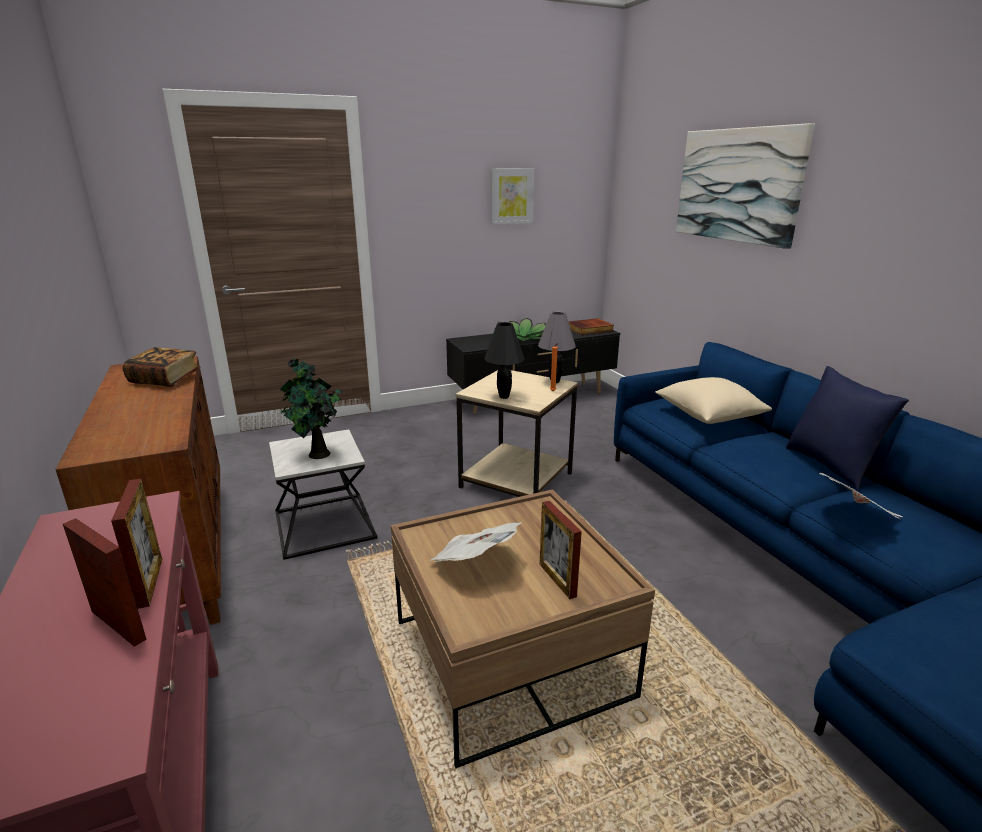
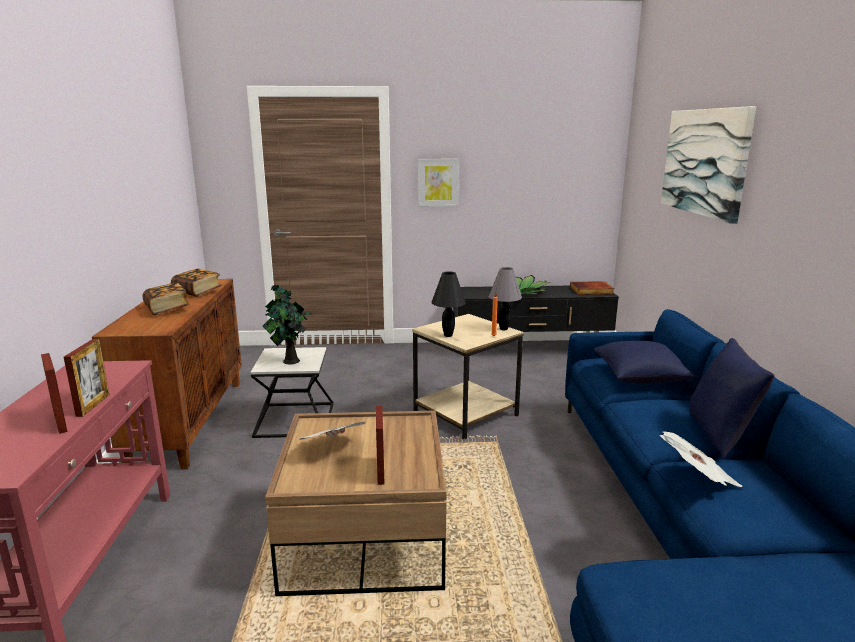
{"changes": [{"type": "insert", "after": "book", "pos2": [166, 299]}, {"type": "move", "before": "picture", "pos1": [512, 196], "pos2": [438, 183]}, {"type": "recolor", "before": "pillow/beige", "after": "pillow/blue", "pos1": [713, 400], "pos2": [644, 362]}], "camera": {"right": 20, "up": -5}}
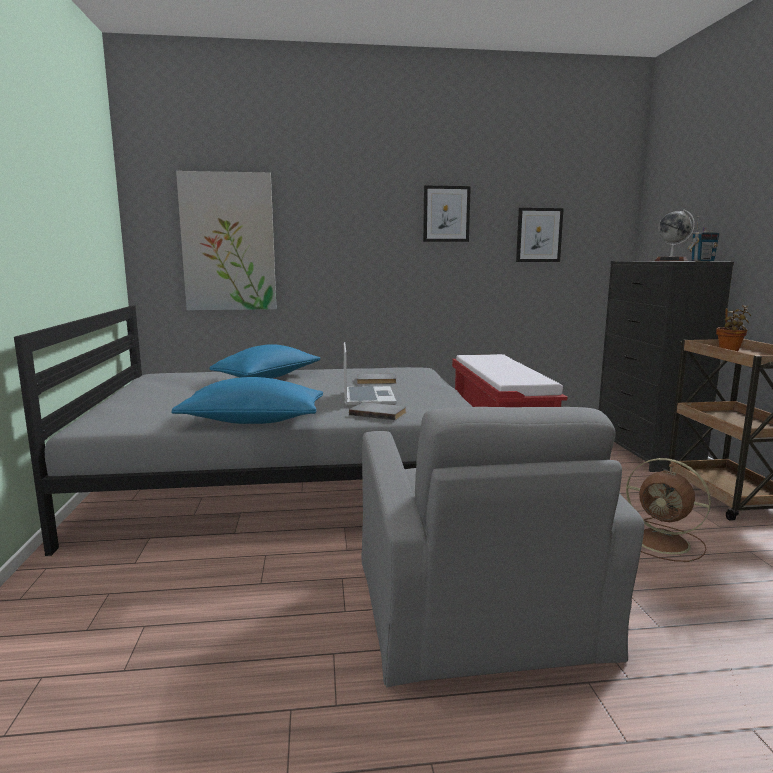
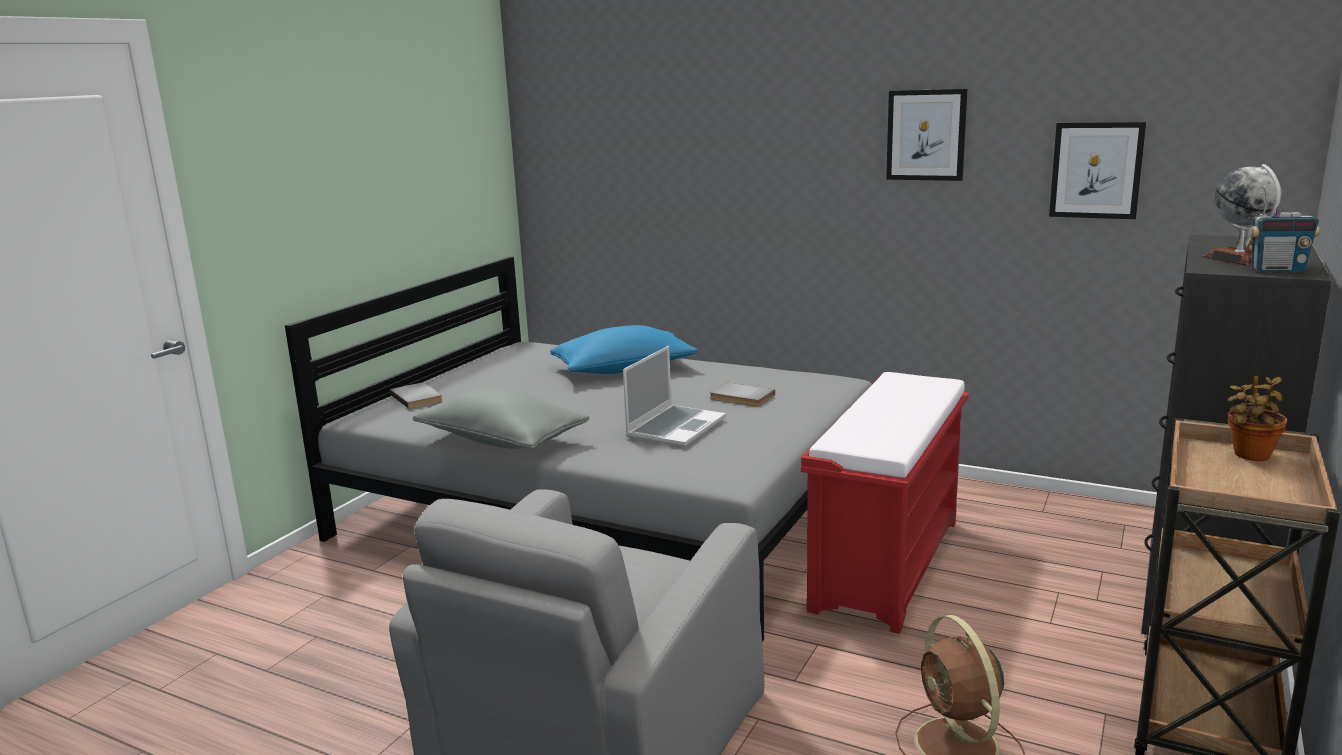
{"changes": [{"type": "move", "before": "book/grey", "pos1": [377, 411], "pos2": [416, 395]}, {"type": "recolor", "before": "pillow/blue", "after": "pillow/grey", "pos1": [247, 400], "pos2": [501, 418]}, {"type": "delete", "before": "picture", "pos1": [226, 240]}], "camera": {"right": 35, "up": 5}}
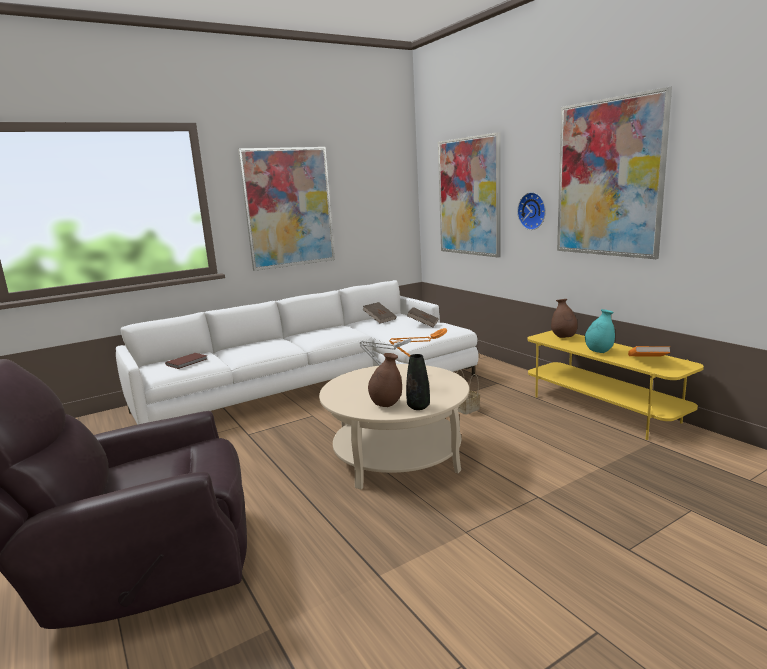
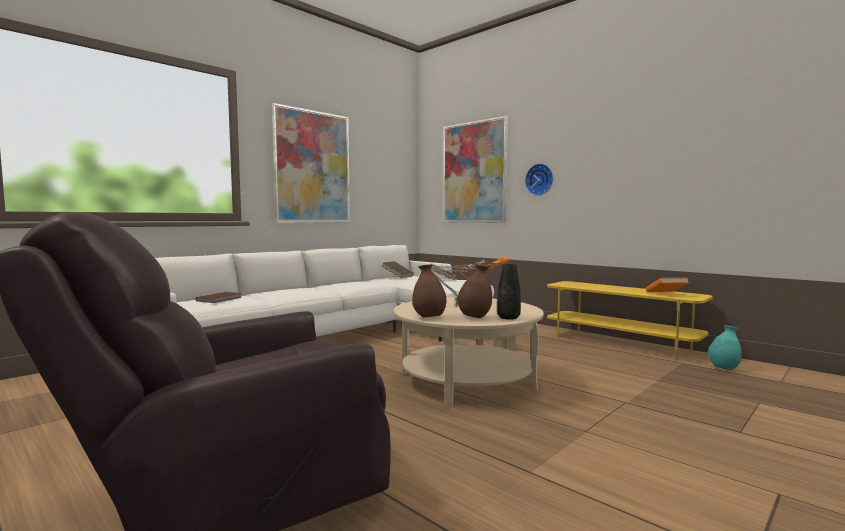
{"changes": [{"type": "move", "before": "vase/brown", "pos1": [564, 318], "pos2": [429, 291]}, {"type": "move", "before": "vase/turquoise", "pos1": [600, 331], "pos2": [725, 347]}, {"type": "delete", "before": "picture", "pos1": [614, 173]}], "camera": {"right": -15, "up": -10}}
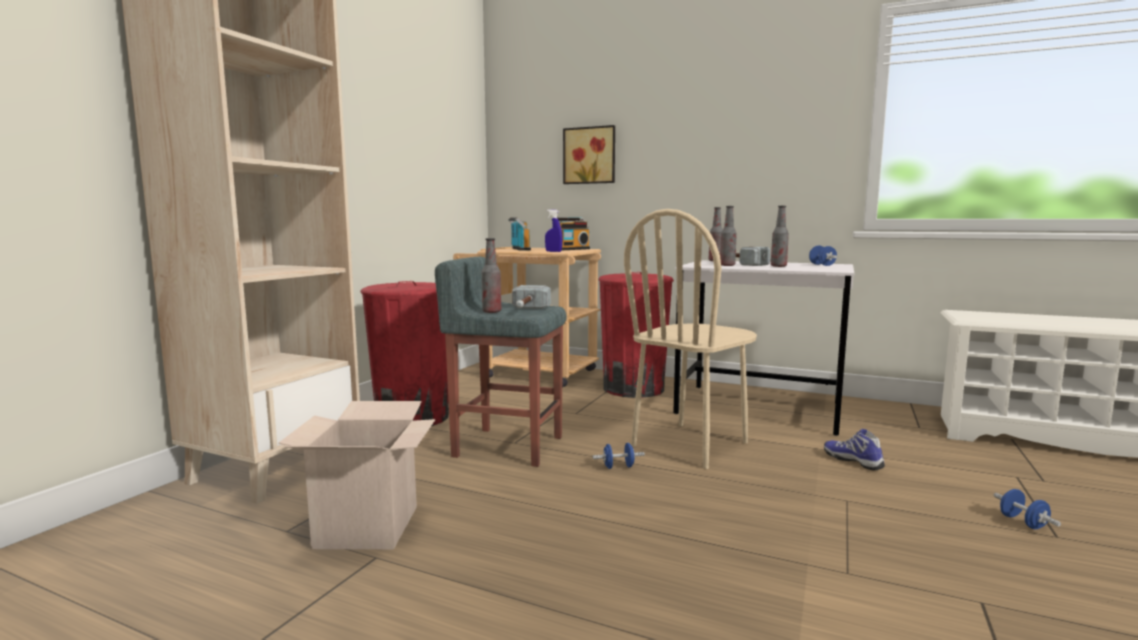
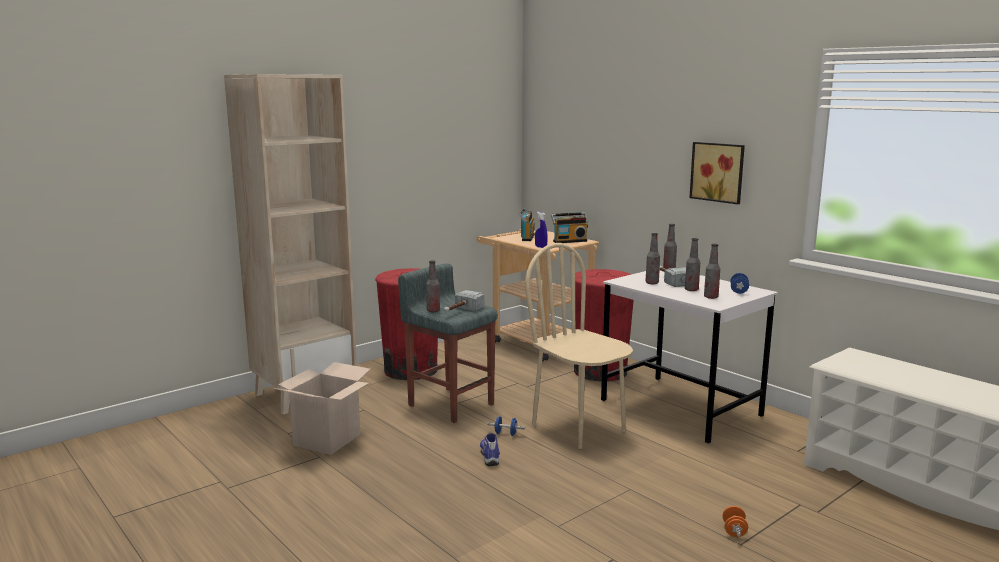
{"changes": [{"type": "move", "before": "shoe", "pos1": [854, 449], "pos2": [490, 449]}, {"type": "rotate", "before": "chair/beige", "pos1": [690, 339], "pos2": [579, 346], "turn": 75}, {"type": "move", "before": "picture", "pos1": [589, 154], "pos2": [717, 173]}, {"type": "insert", "after": "bottle", "pos2": [712, 271]}, {"type": "recolor", "before": "dumbbell/blue", "after": "dumbbell/orange", "pos1": [1027, 509], "pos2": [735, 521]}], "camera": {"right": 25, "up": 5}}
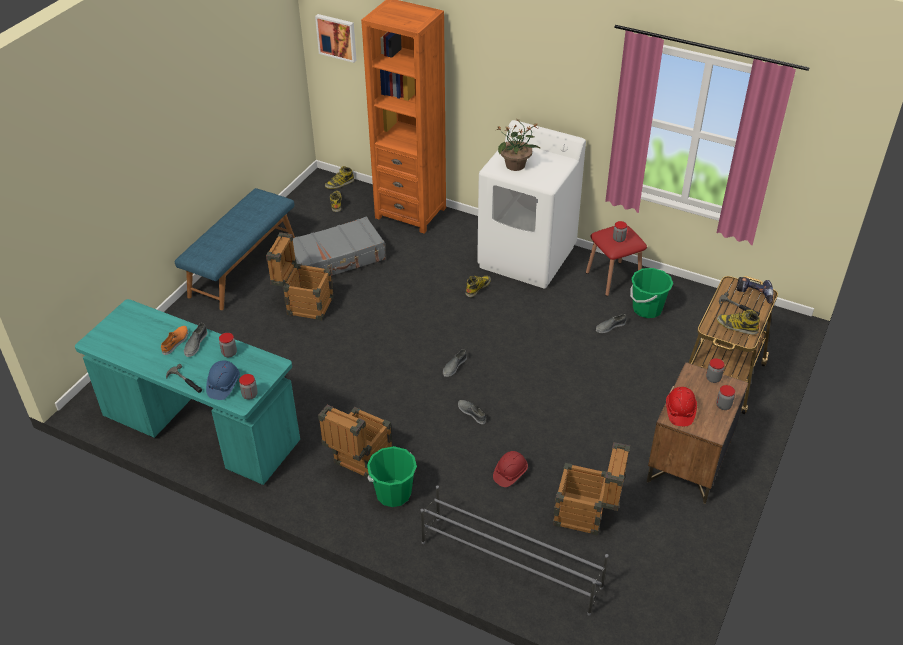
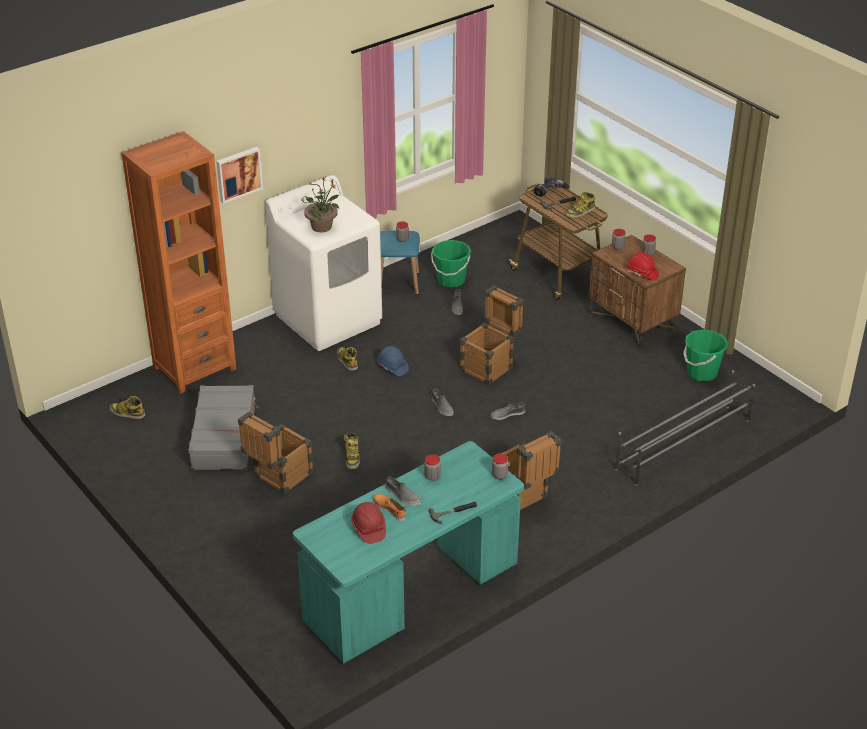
{"changes": [{"type": "move", "before": "picture", "pos1": [336, 38], "pos2": [239, 175]}, {"type": "move", "before": "boot", "pos1": [339, 177], "pos2": [352, 451]}, {"type": "move", "before": "hard hat/red", "pos1": [510, 469], "pos2": [368, 523]}, {"type": "move", "before": "hard hat/blue", "pos1": [223, 380], "pos2": [393, 361]}, {"type": "recolor", "before": "stool/red", "after": "stool/blue", "pos1": [616, 260], "pos2": [400, 262]}, {"type": "move", "before": "crate", "pos1": [591, 489], "pos2": [492, 335]}, {"type": "move", "before": "bucket/green", "pos1": [392, 476], "pos2": [705, 355]}, {"type": "delete", "before": "bench/blue", "pos1": [235, 249]}], "camera": {"right": -65, "up": -5}}
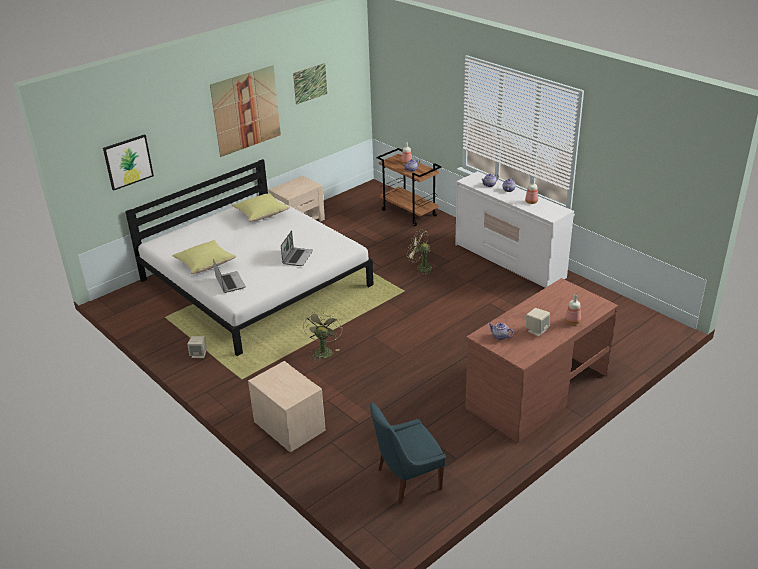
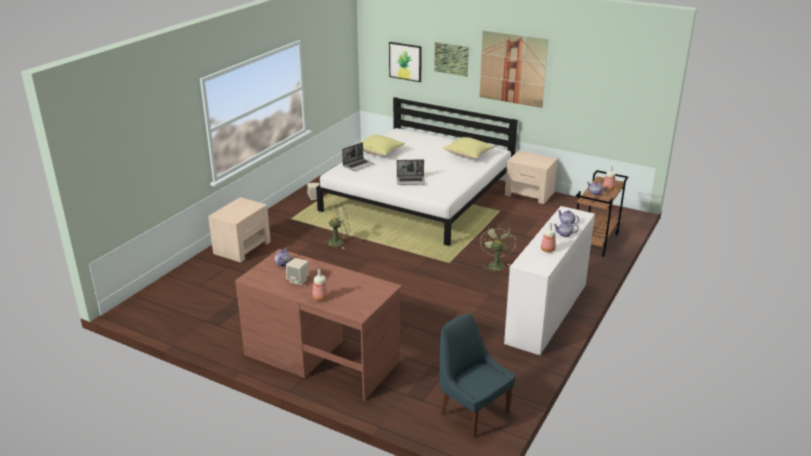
{"changes": [{"type": "move", "before": "picture", "pos1": [310, 83], "pos2": [451, 59]}, {"type": "move", "before": "chair/blue", "pos1": [408, 453], "pos2": [478, 375]}], "camera": {"right": 70, "up": -5}}
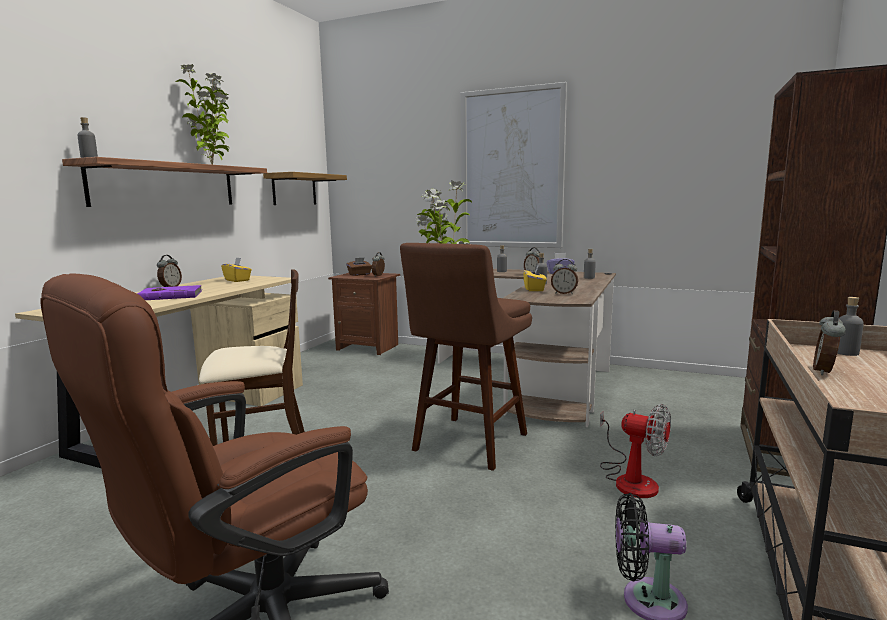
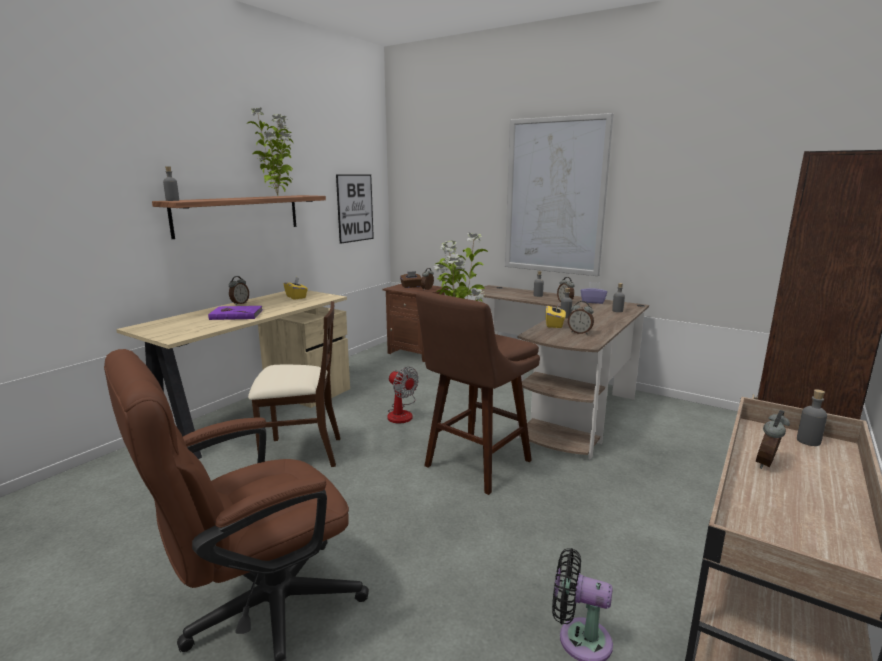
{"changes": [{"type": "replace", "before": "shelf", "after": "picture", "pos1": [305, 188], "pos2": [355, 209]}, {"type": "move", "before": "fan", "pos1": [635, 451], "pos2": [403, 395]}], "camera": {"right": 10, "up": 5}}
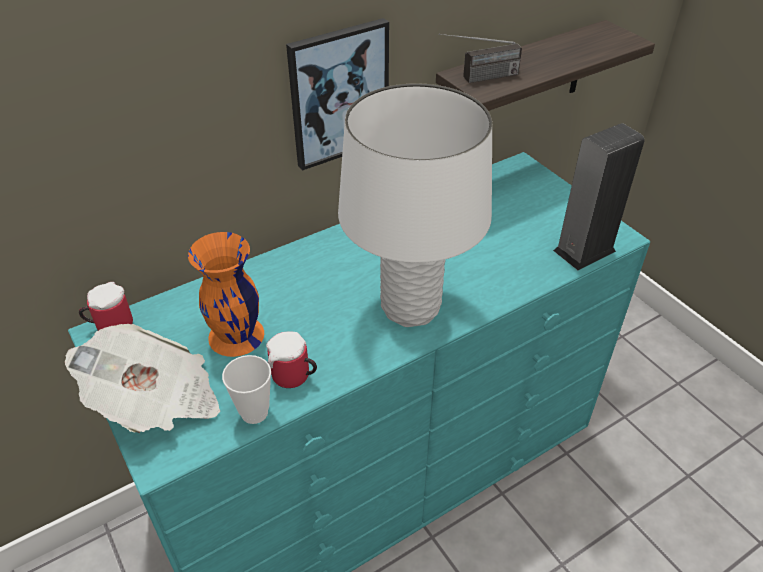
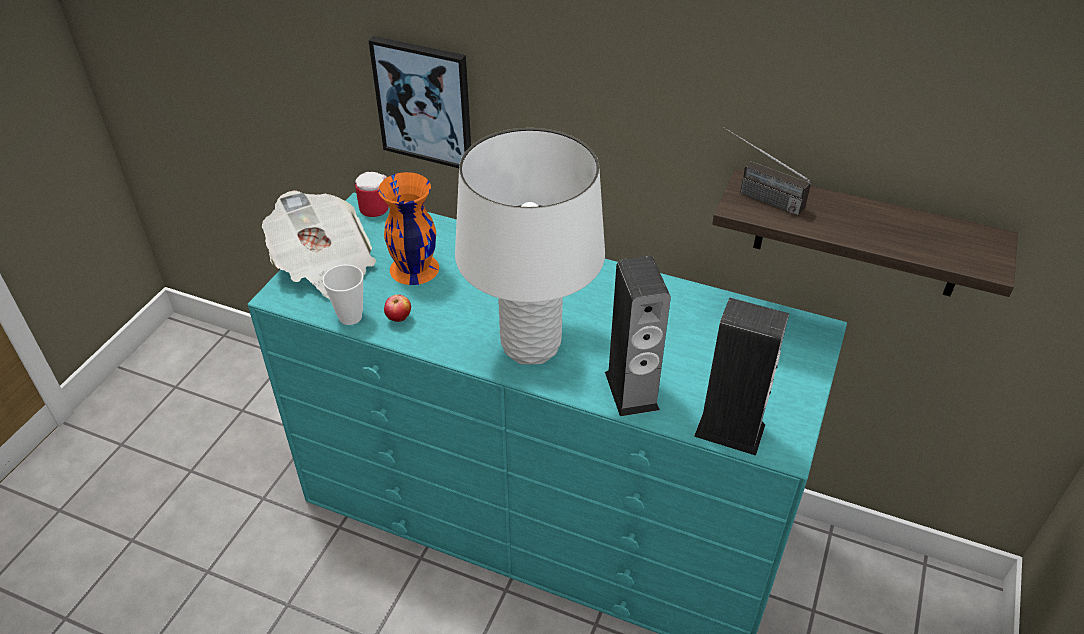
{"changes": [{"type": "move", "before": "picture", "pos1": [337, 94], "pos2": [419, 102]}, {"type": "replace", "before": "mug", "after": "apple", "pos1": [291, 360], "pos2": [397, 308]}, {"type": "insert", "after": "speaker", "pos2": [638, 336]}], "camera": {"right": 55, "up": 0}}
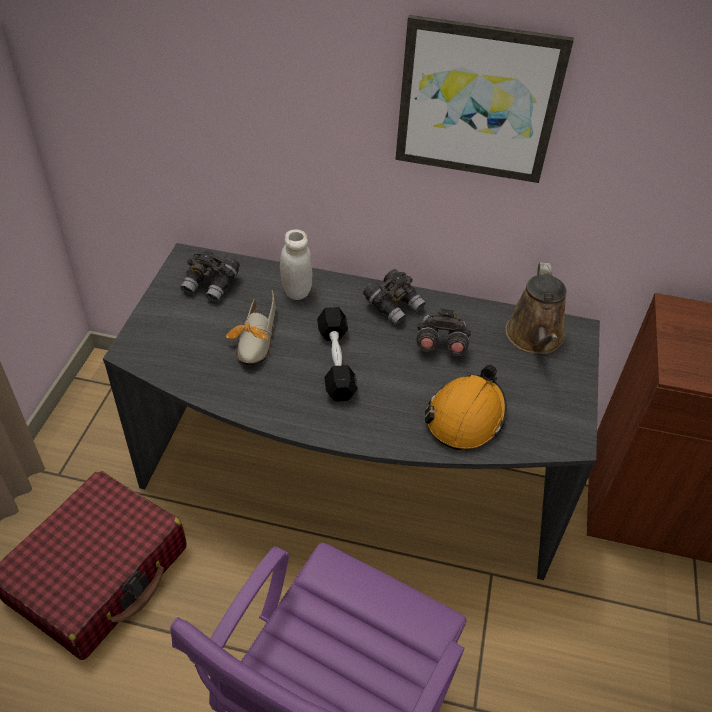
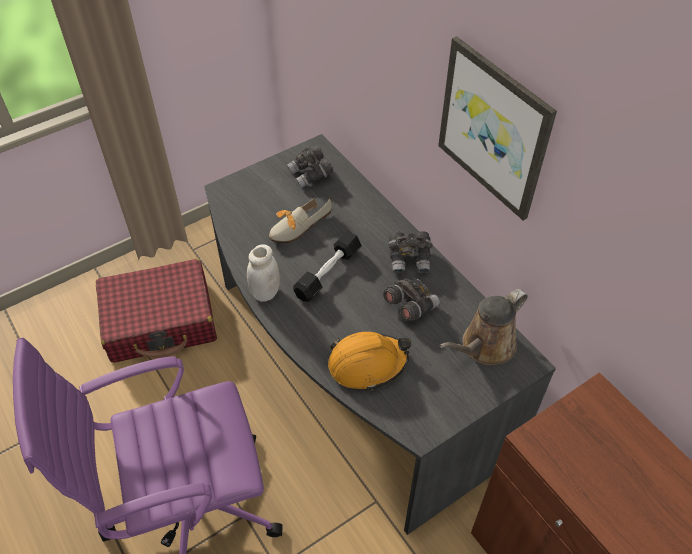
{"changes": [{"type": "move", "before": "jar/white", "pos1": [296, 264], "pos2": [263, 273]}], "camera": {"right": 45, "up": 5}}
